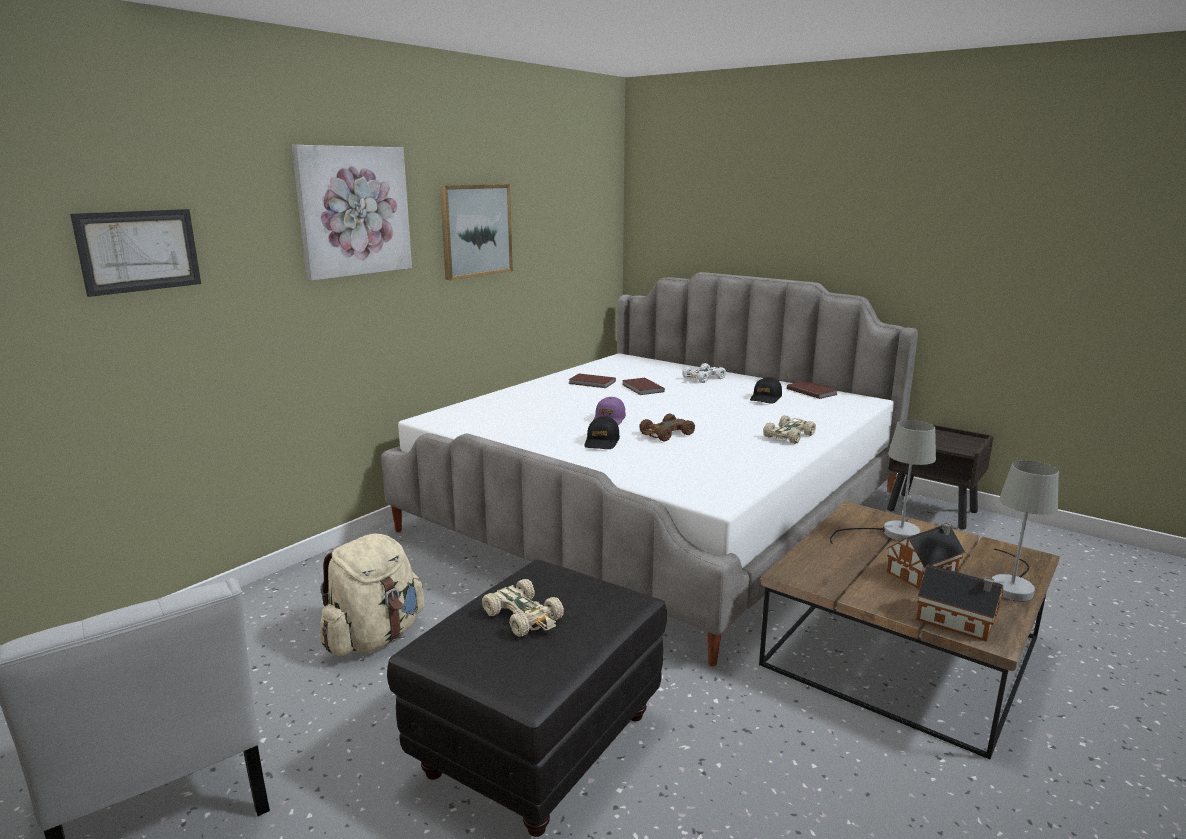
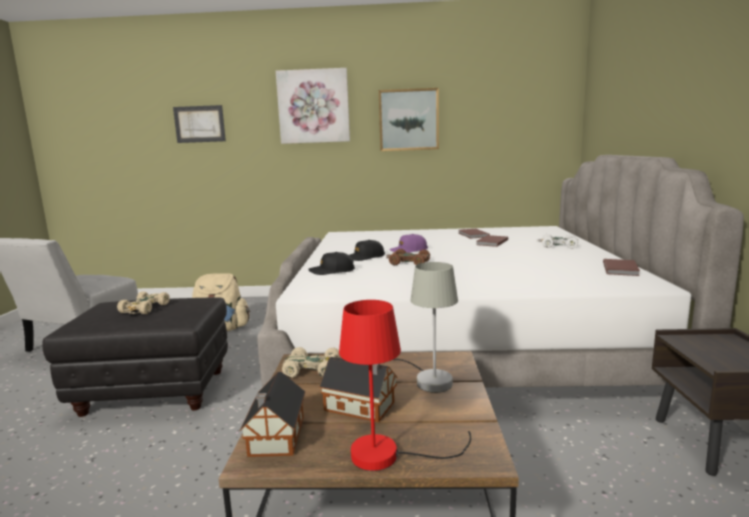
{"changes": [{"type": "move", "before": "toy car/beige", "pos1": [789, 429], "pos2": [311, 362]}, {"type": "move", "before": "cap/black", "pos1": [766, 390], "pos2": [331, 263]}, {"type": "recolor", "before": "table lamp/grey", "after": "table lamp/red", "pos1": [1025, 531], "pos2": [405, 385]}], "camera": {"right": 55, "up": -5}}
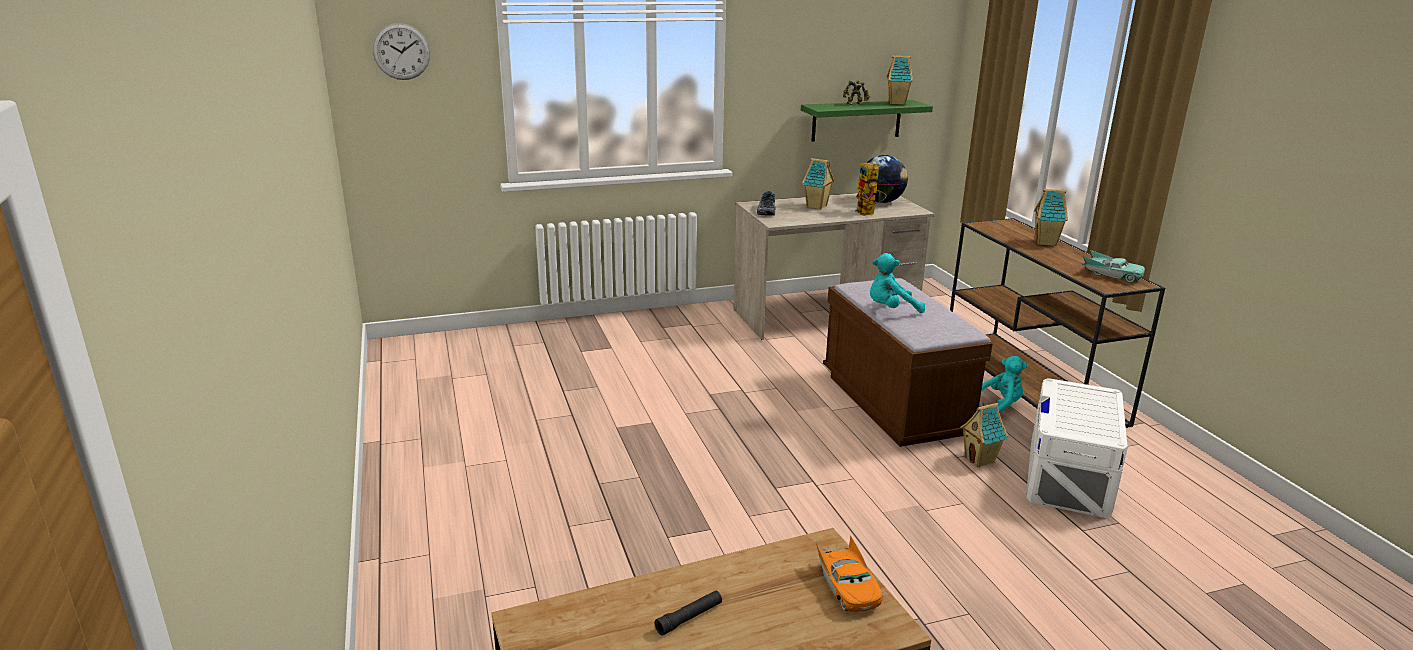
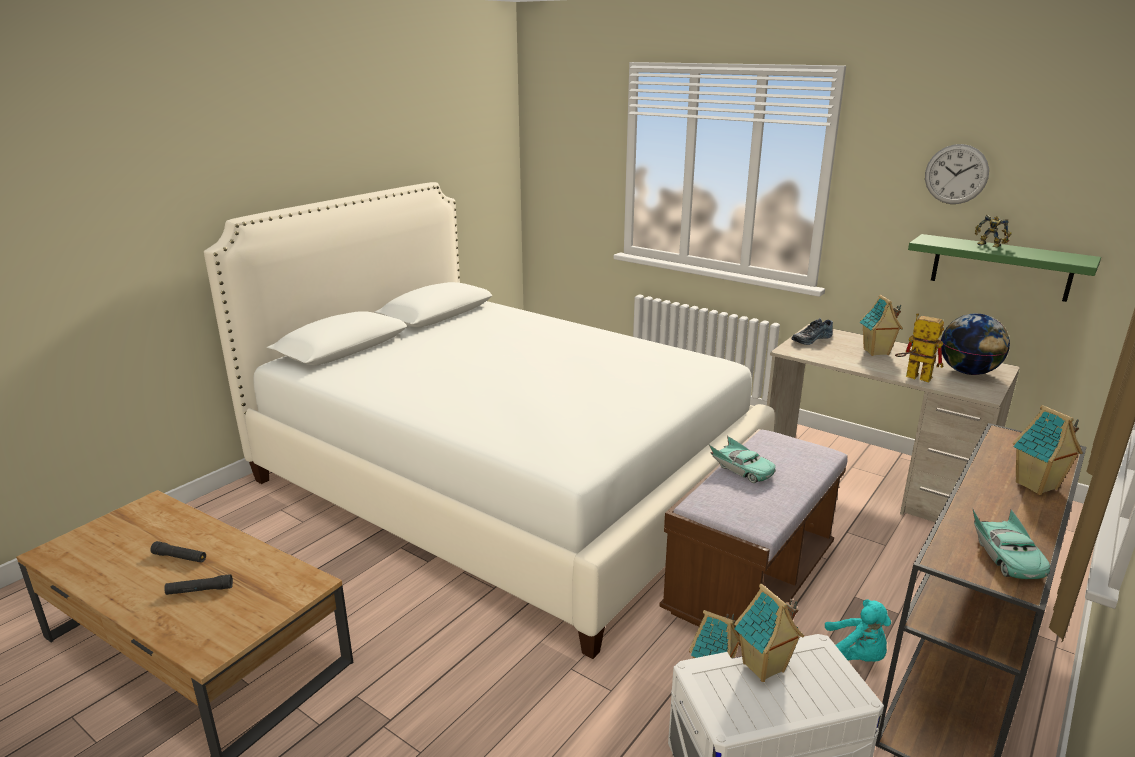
{"changes": [{"type": "insert", "after": "flashlight/black", "pos2": [198, 584]}, {"type": "insert", "after": "bed/white", "pos2": [489, 420]}, {"type": "replace", "before": "plush toy/turquoise", "after": "toy car/turquoise", "pos1": [897, 283], "pos2": [742, 459]}, {"type": "move", "before": "toy house", "pos1": [900, 80], "pos2": [769, 633]}, {"type": "rotate", "before": "toy robot", "pos1": [870, 189], "pos2": [919, 348], "turn": 90}, {"type": "move", "before": "wall clock", "pos1": [401, 51], "pos2": [957, 174]}, {"type": "delete", "before": "toy car/orange", "pos1": [849, 573]}], "camera": {"right": 55, "up": 0}}
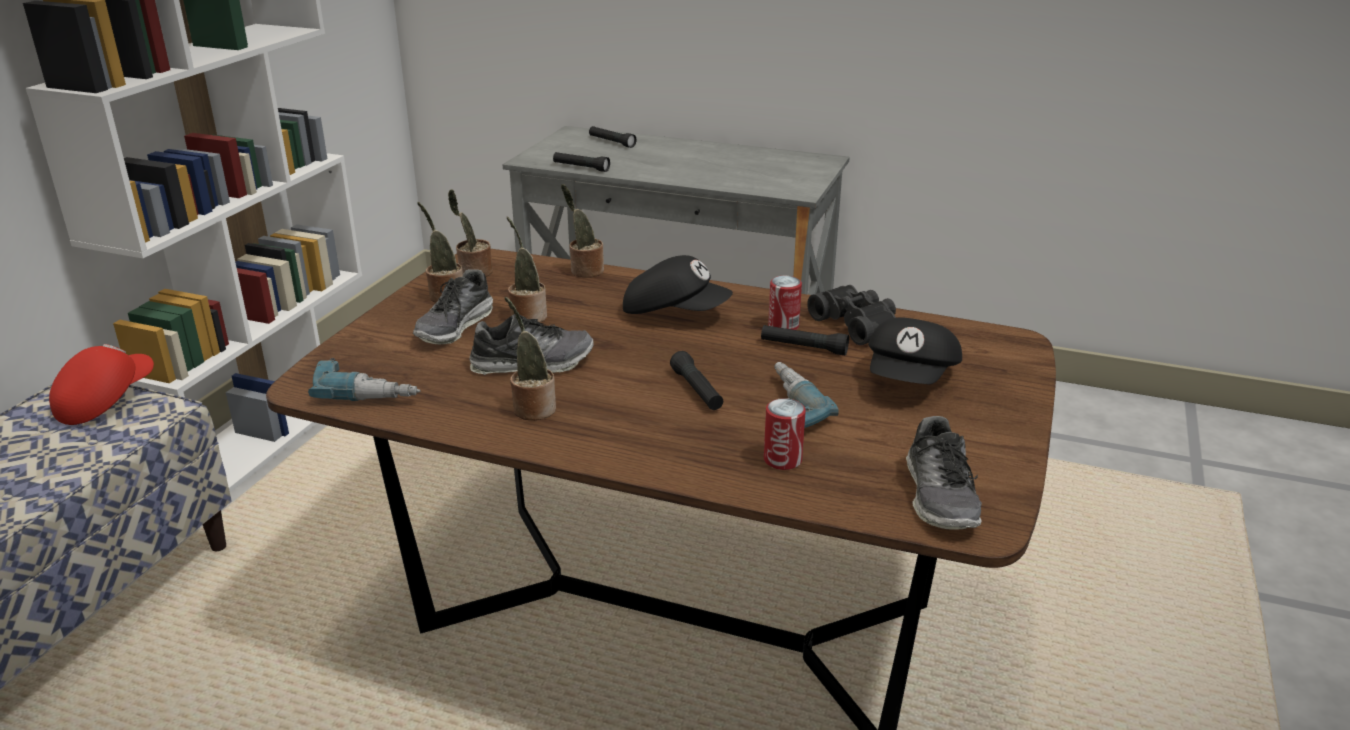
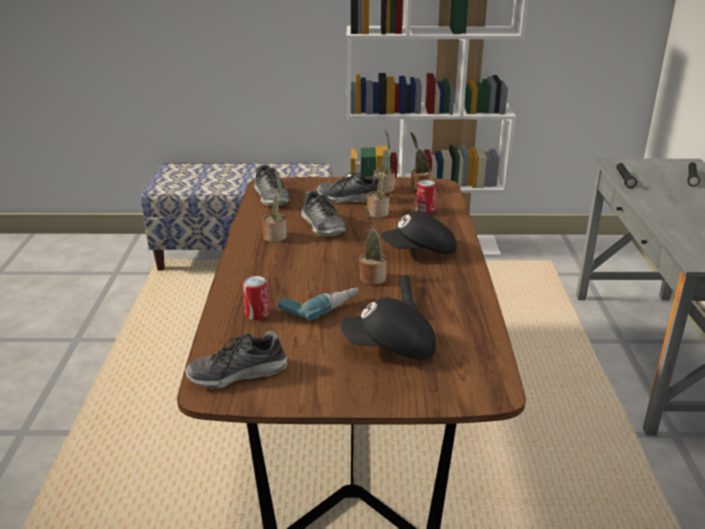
{"changes": [{"type": "replace", "before": "power drill", "after": "shoe", "pos1": [364, 379], "pos2": [272, 185]}, {"type": "move", "before": "potted plant", "pos1": [582, 231], "pos2": [372, 245]}, {"type": "rotate", "before": "cap/black", "pos1": [678, 284], "pos2": [418, 232], "turn": 75}, {"type": "move", "before": "can", "pos1": [785, 303], "pos2": [426, 197]}, {"type": "delete", "before": "cap/red", "pos1": [101, 384]}, {"type": "delete", "before": "flashlight/black", "pos1": [696, 380]}, {"type": "delete", "before": "binoculars/black", "pos1": [851, 315]}], "camera": {"right": 70, "up": 0}}
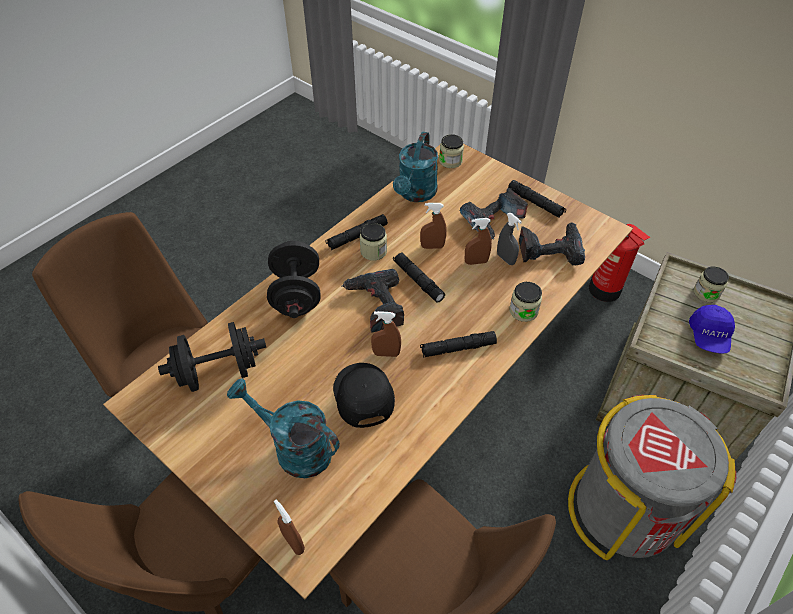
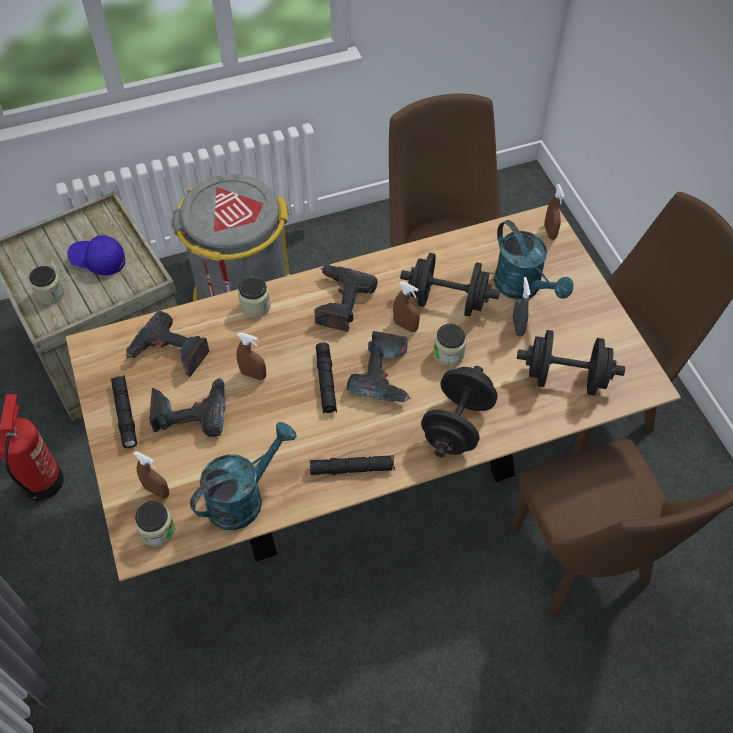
{"changes": [{"type": "rotate", "before": "cap/blue", "pos1": [712, 329], "pos2": [96, 255], "turn": -120}, {"type": "move", "before": "spray bottle/brown", "pos1": [433, 226], "pos2": [151, 475]}, {"type": "replace", "before": "flashlight/black", "after": "power drill", "pos1": [458, 344], "pos2": [346, 298]}, {"type": "replace", "before": "cap/black", "after": "dumbbell/black", "pos1": [364, 395], "pos2": [450, 285]}, {"type": "move", "before": "jar", "pos1": [373, 242], "pos2": [450, 345]}, {"type": "move", "before": "spray bottle/grey", "pos1": [509, 239], "pos2": [521, 307]}], "camera": {"right": -150, "up": 5}}
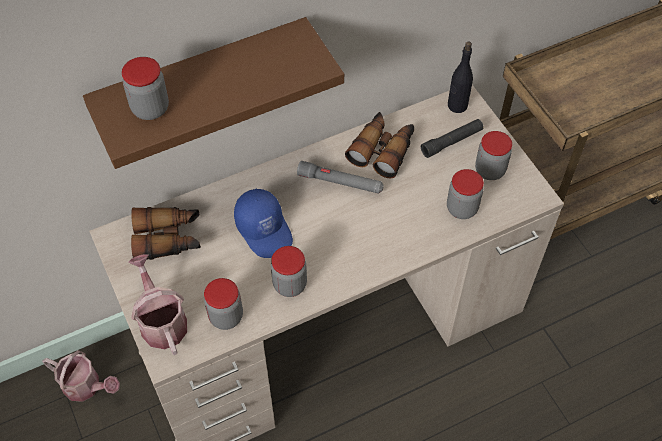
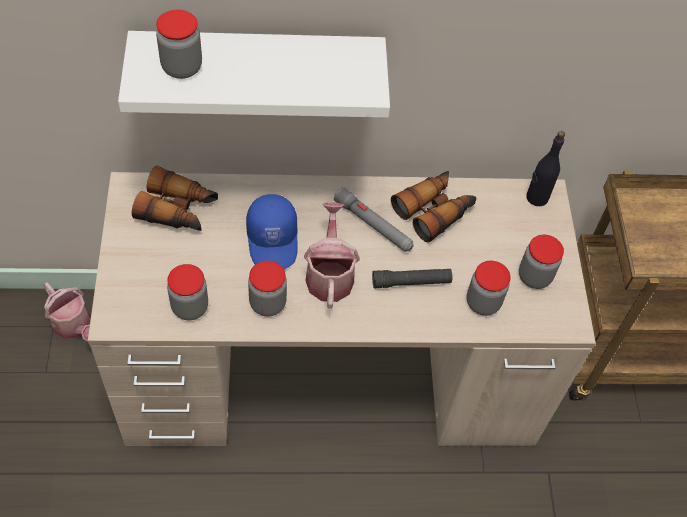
{"changes": [{"type": "recolor", "before": "shelf/brown", "after": "shelf/white", "pos1": [213, 93], "pos2": [254, 74]}, {"type": "move", "before": "watering can", "pos1": [157, 304], "pos2": [332, 255]}, {"type": "move", "before": "flashlight/black", "pos1": [452, 138], "pos2": [412, 278]}], "camera": {"right": 20, "up": 0}}
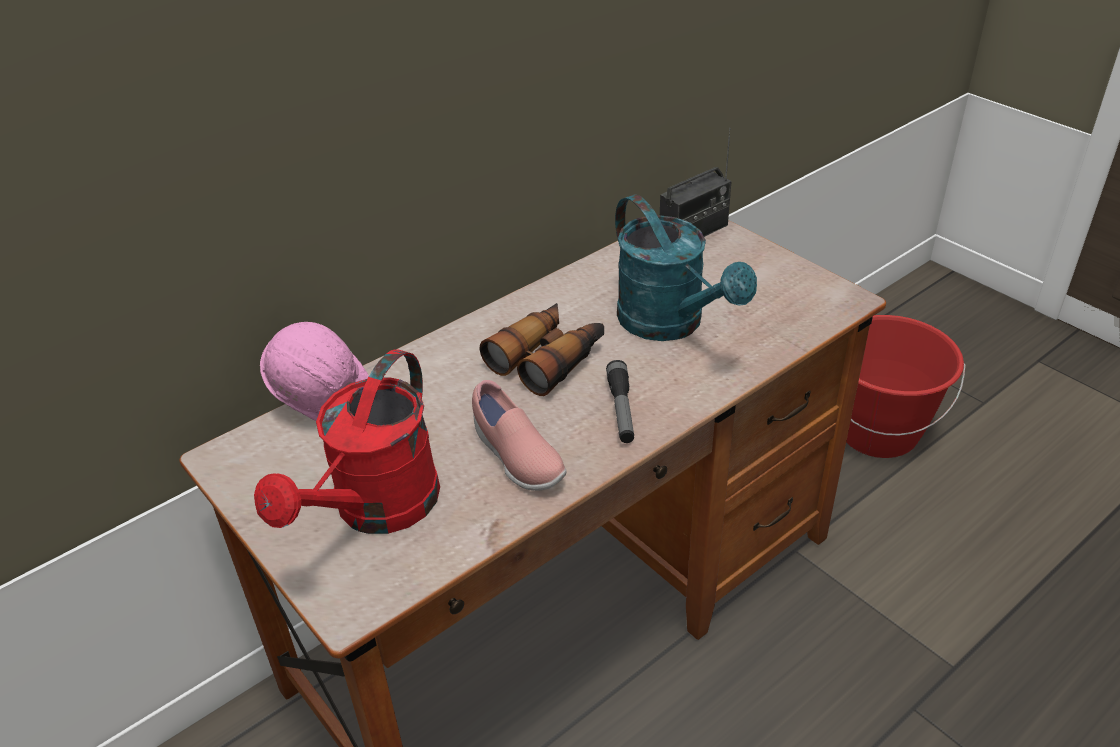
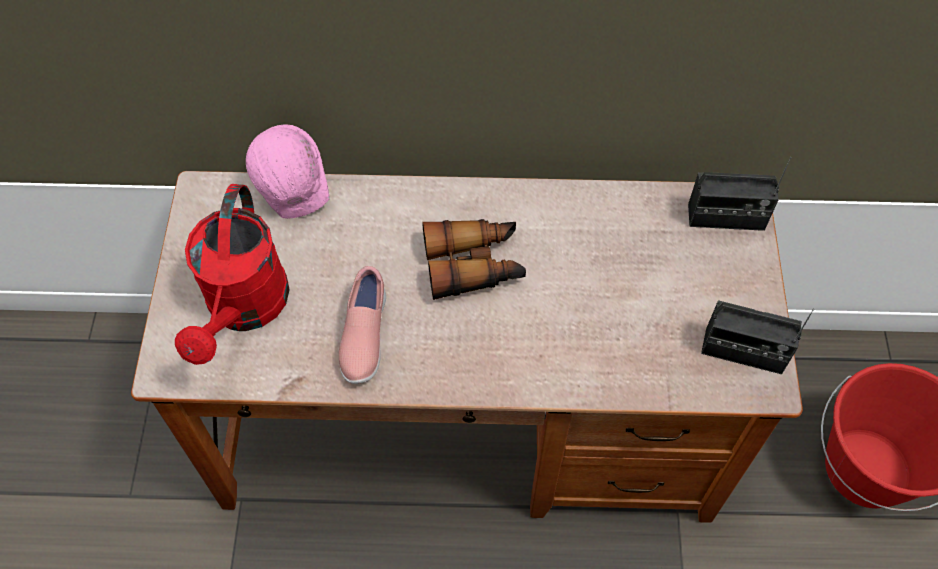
{"changes": [{"type": "rotate", "before": "watering can/red", "pos1": [347, 441], "pos2": [232, 274], "turn": -60}, {"type": "insert", "after": "radio", "pos2": [757, 337]}, {"type": "delete", "before": "flashlight", "pos1": [620, 401]}, {"type": "delete", "before": "watering can/turquoise", "pos1": [686, 267]}], "camera": {"right": 40, "up": 20}}
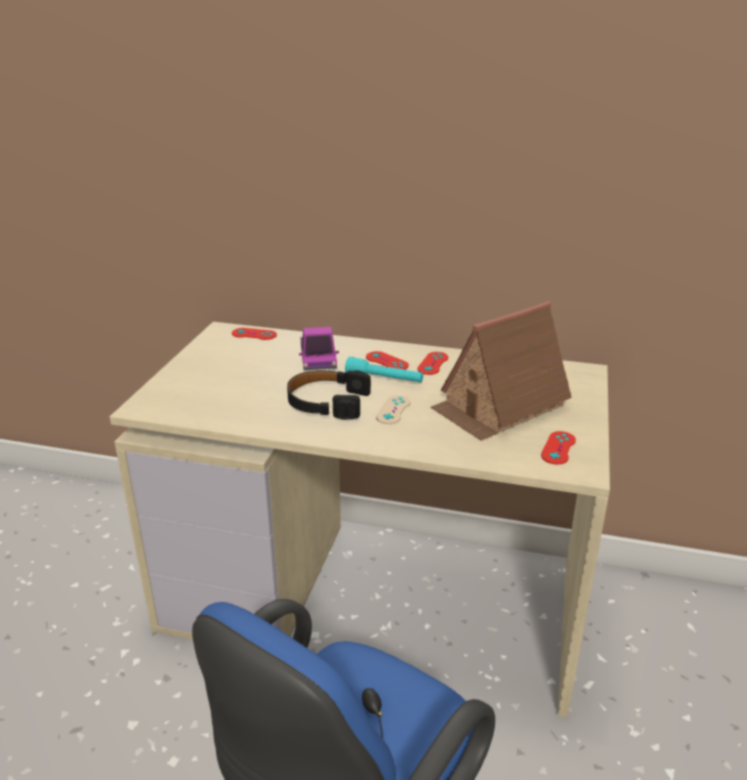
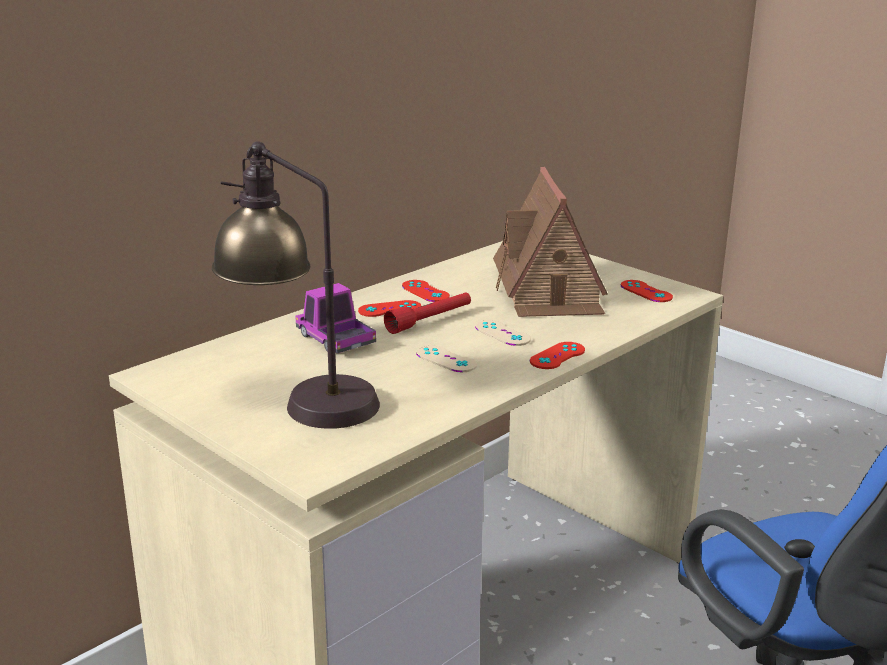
{"changes": [{"type": "insert", "after": "table lamp", "pos2": [296, 285]}, {"type": "rotate", "before": "toy truck", "pos1": [319, 348], "pos2": [335, 318], "turn": -150}, {"type": "recolor", "before": "flashlight/turquoise", "after": "flashlight/red", "pos1": [384, 369], "pos2": [427, 313]}, {"type": "replace", "before": "headphones/black", "after": "game controller/beige", "pos1": [329, 395], "pos2": [446, 358]}, {"type": "move", "before": "game controller/red", "pos1": [254, 334], "pos2": [557, 355]}], "camera": {"right": -60, "up": -5}}
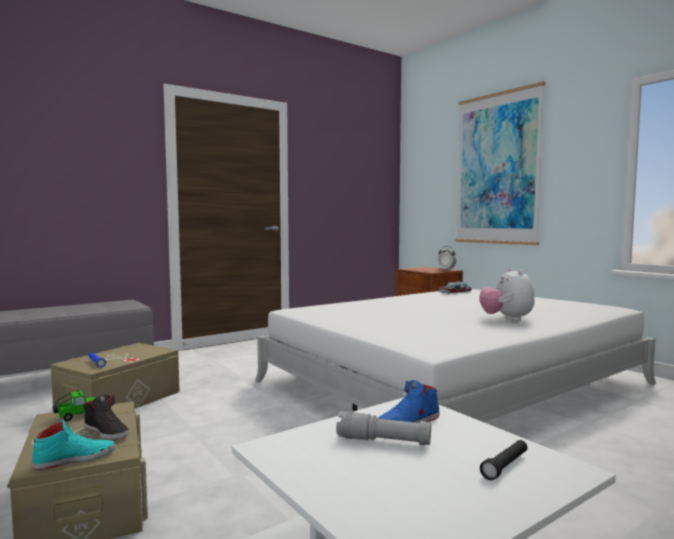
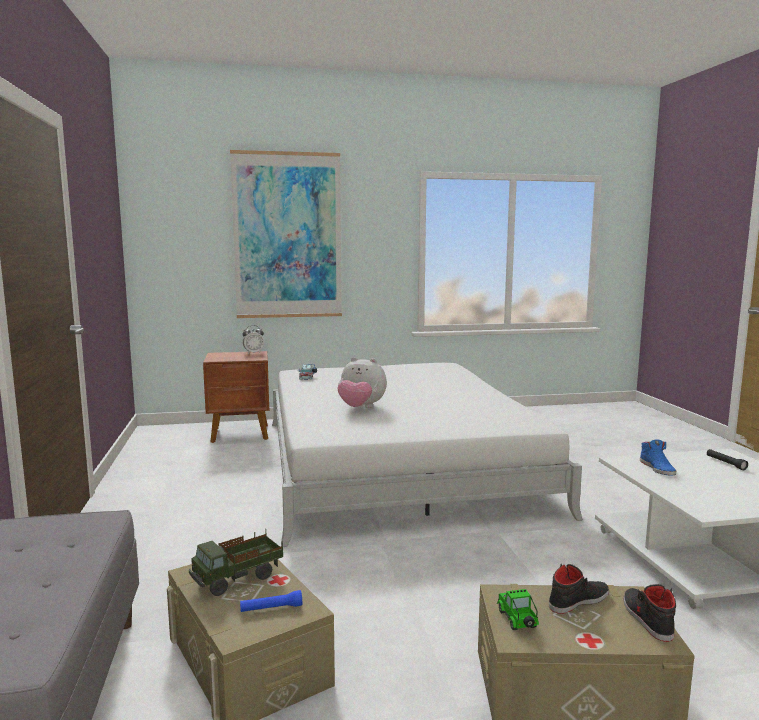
{"changes": [{"type": "insert", "after": "toy truck", "pos2": [236, 562]}, {"type": "move", "before": "plush toy", "pos1": [507, 294], "pos2": [362, 382]}, {"type": "recolor", "before": "shoe/turquoise", "after": "shoe/black", "pos1": [74, 445], "pos2": [649, 613]}, {"type": "delete", "before": "flashlight/grey", "pos1": [383, 428]}], "camera": {"right": -65, "up": 5}}
